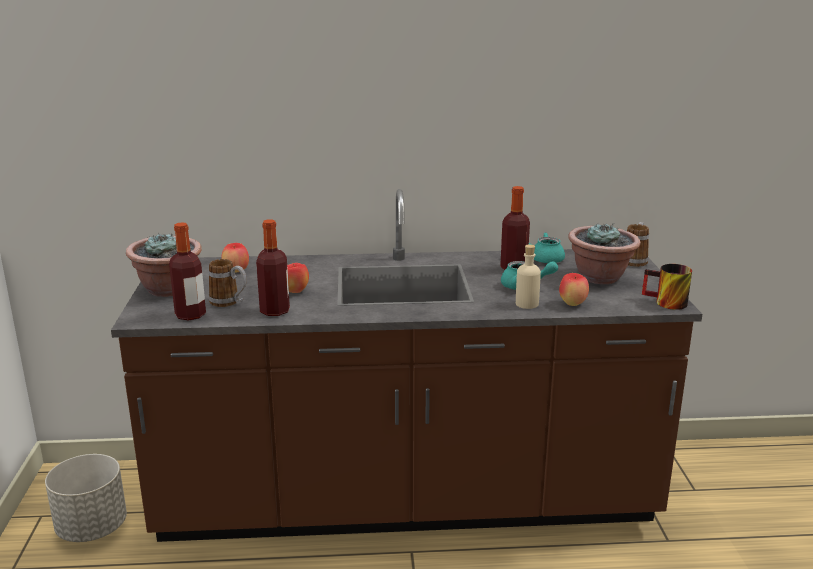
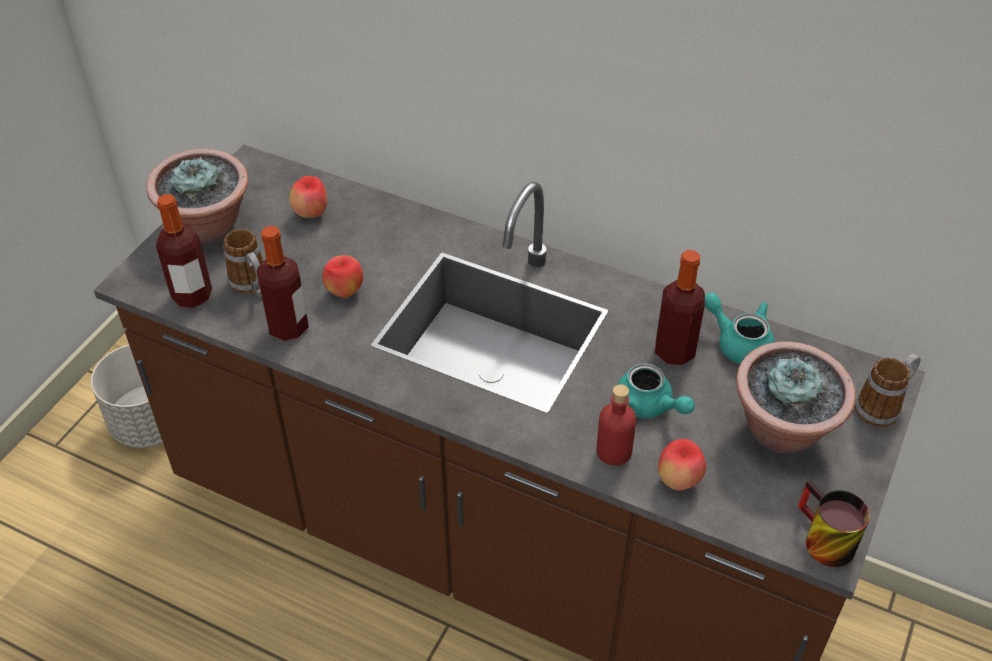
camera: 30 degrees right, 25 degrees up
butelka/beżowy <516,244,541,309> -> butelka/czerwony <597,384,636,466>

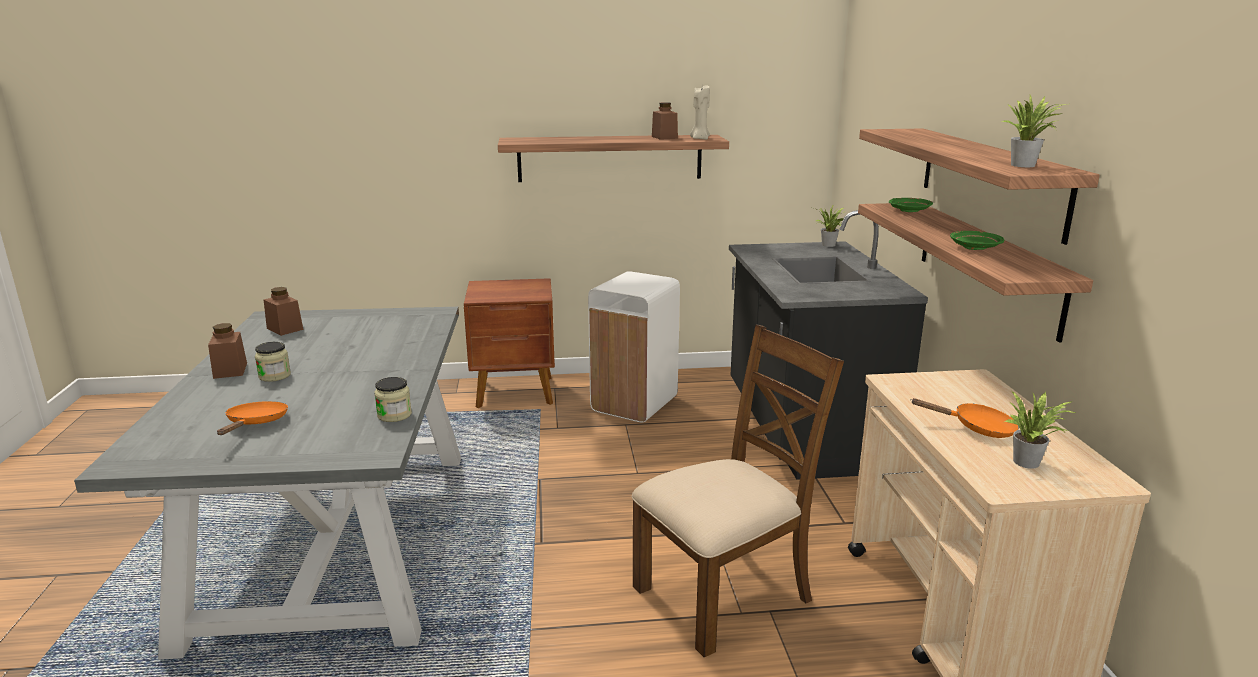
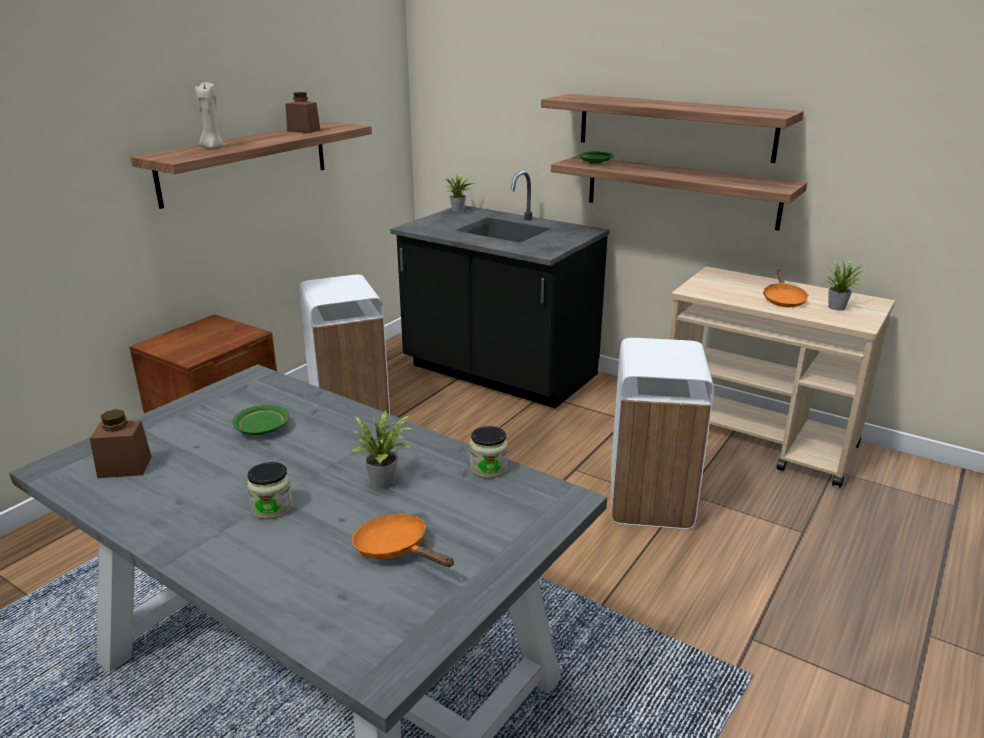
camera: 50 degrees left, 5 degrees up
świeca/beżowy <690,85,710,140> -> świeca/beżowy <195,82,225,148>, move
roślina doniczkowa <1002,95,1067,167> -> roślina doniczkowa <351,411,412,490>, move
talerz/zielony <950,231,1004,250> -> talerz/zielony <232,405,290,435>, move
słoik/brązowy <208,323,247,379> -> none
krzesło/brązowy <632,324,844,657> -> kosz na śmieci/biały <611,338,714,529>
patelnia/pomarańczowy <910,398,1019,438> -> patelnia/pomarańczowy <763,269,808,307>, 135 degrees clockwise

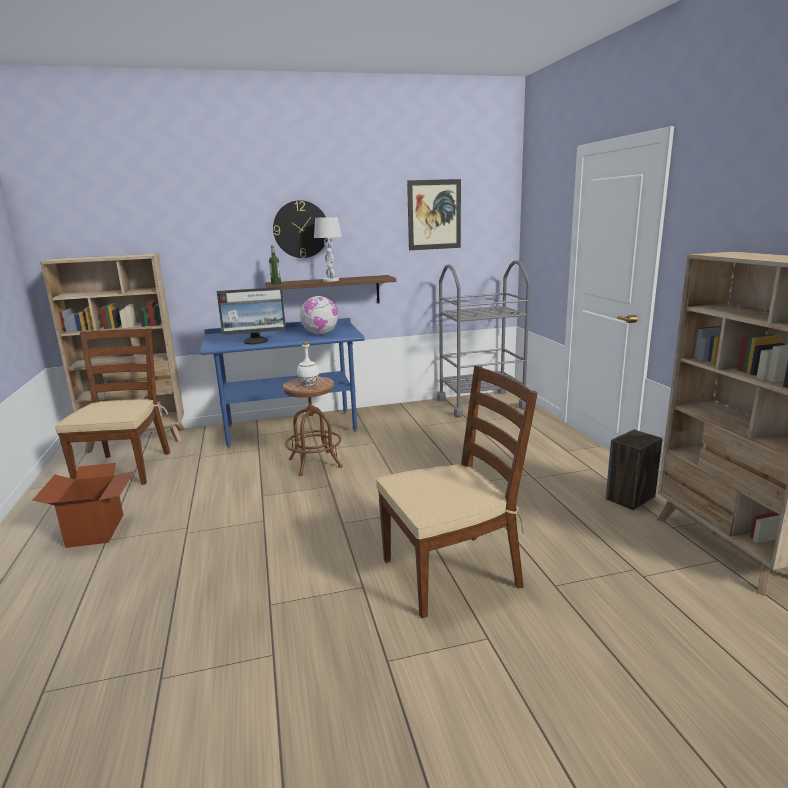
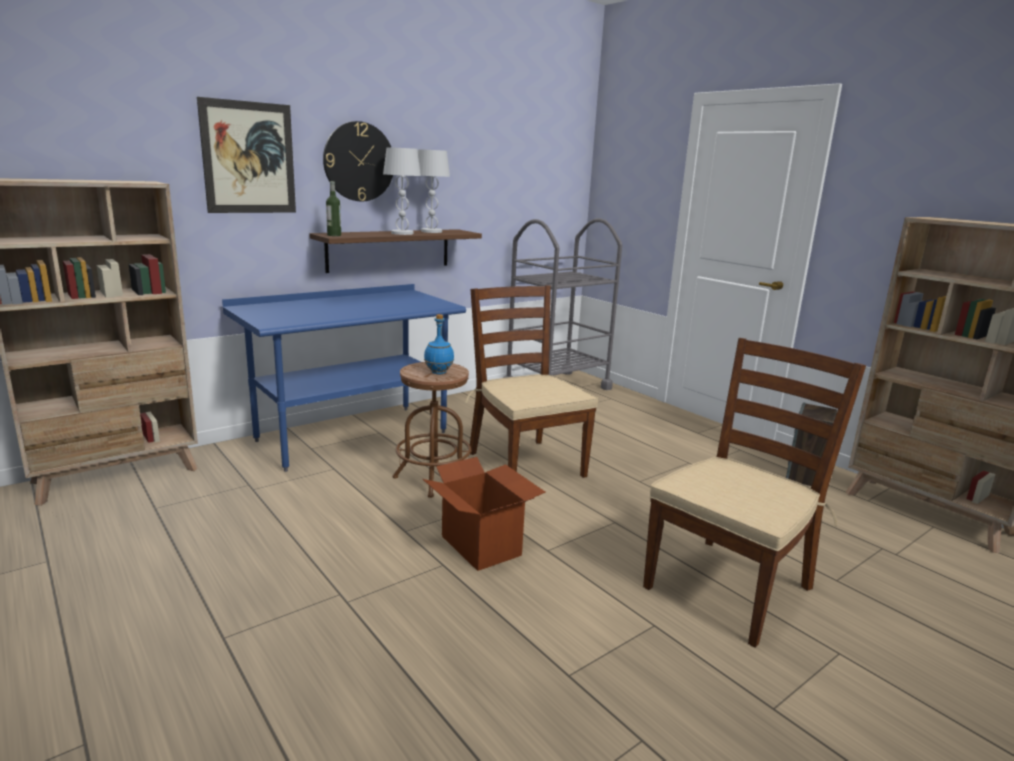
camera: 25 degrees left, 0 degrees up
obraz <407,179,461,250> -> obraz <197,97,296,213>, move
monitor <216,287,286,344> -> none
globus <300,296,338,335> -> none
krzesło/brązowy <55,328,170,485> -> krzesło/brązowy <465,285,598,478>, move
butelka/biały <297,342,319,386> -> butelka/niebieski <424,314,454,374>
karton <33,463,134,548> -> karton <422,457,546,571>, move
none -> lampa stołowa/biały <418,149,450,233>

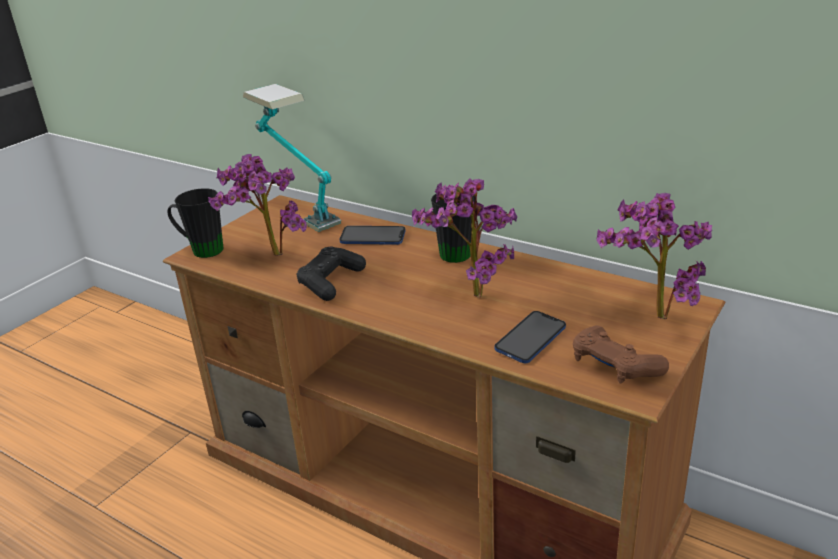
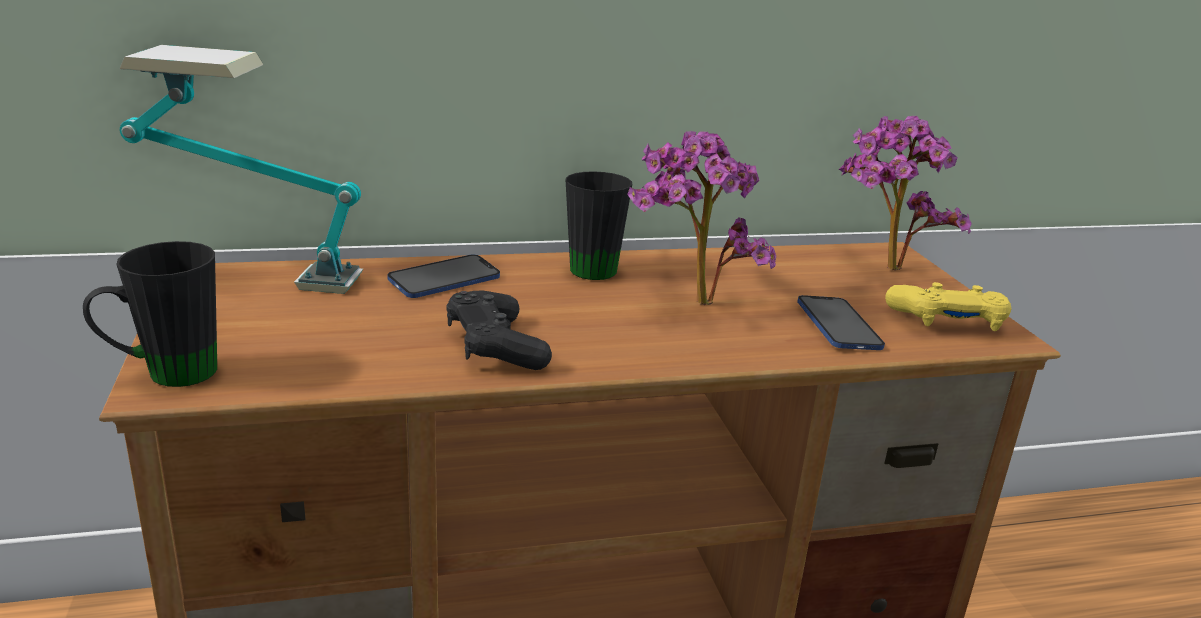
camera: 50 degrees left, 5 degrees down
roślina doniczkowa <208,154,307,256> -> none
pad do gier/brązowy <573,325,669,384> -> pad do gier/żółty <885,282,1012,331>

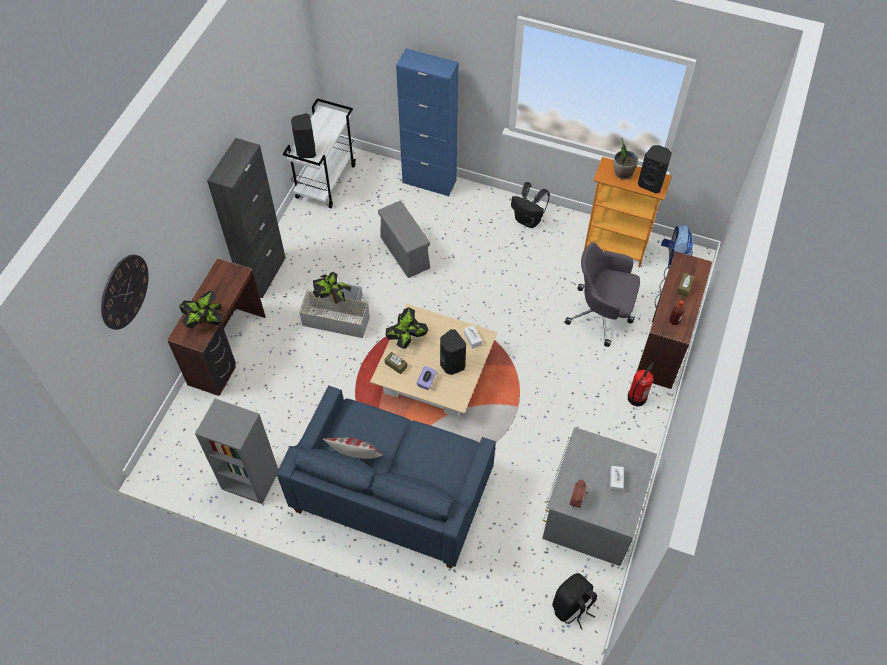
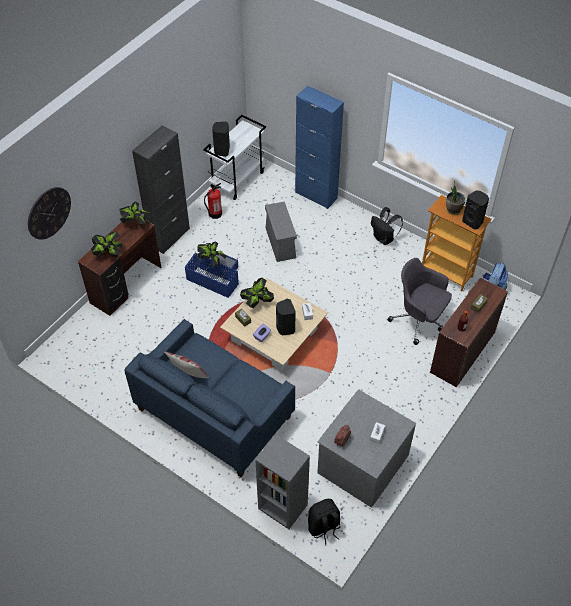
camera: 15 degrees right, 5 degrees down
pojemnik do przechowywania/szary <299,282,370,338> -> pojemnik do przechowywania/niebieski <185,253,239,298>
gaśnica <628,362,654,407> -> gaśnica <204,183,222,219>, move
regał/szary <195,399,278,504> -> regał/szary <255,435,310,529>, move
none -> roślina doniczkowa <120,201,151,228>

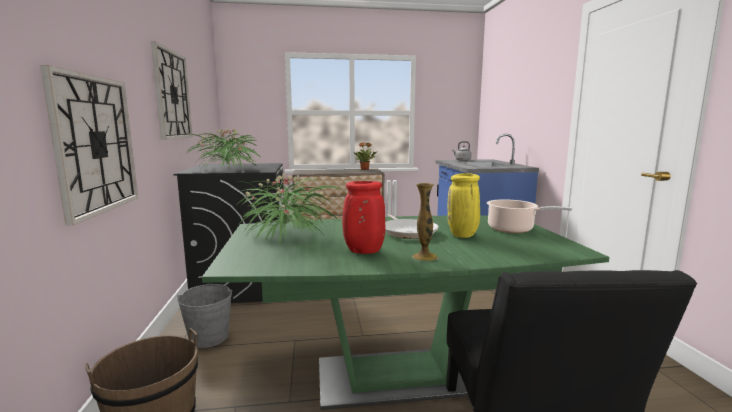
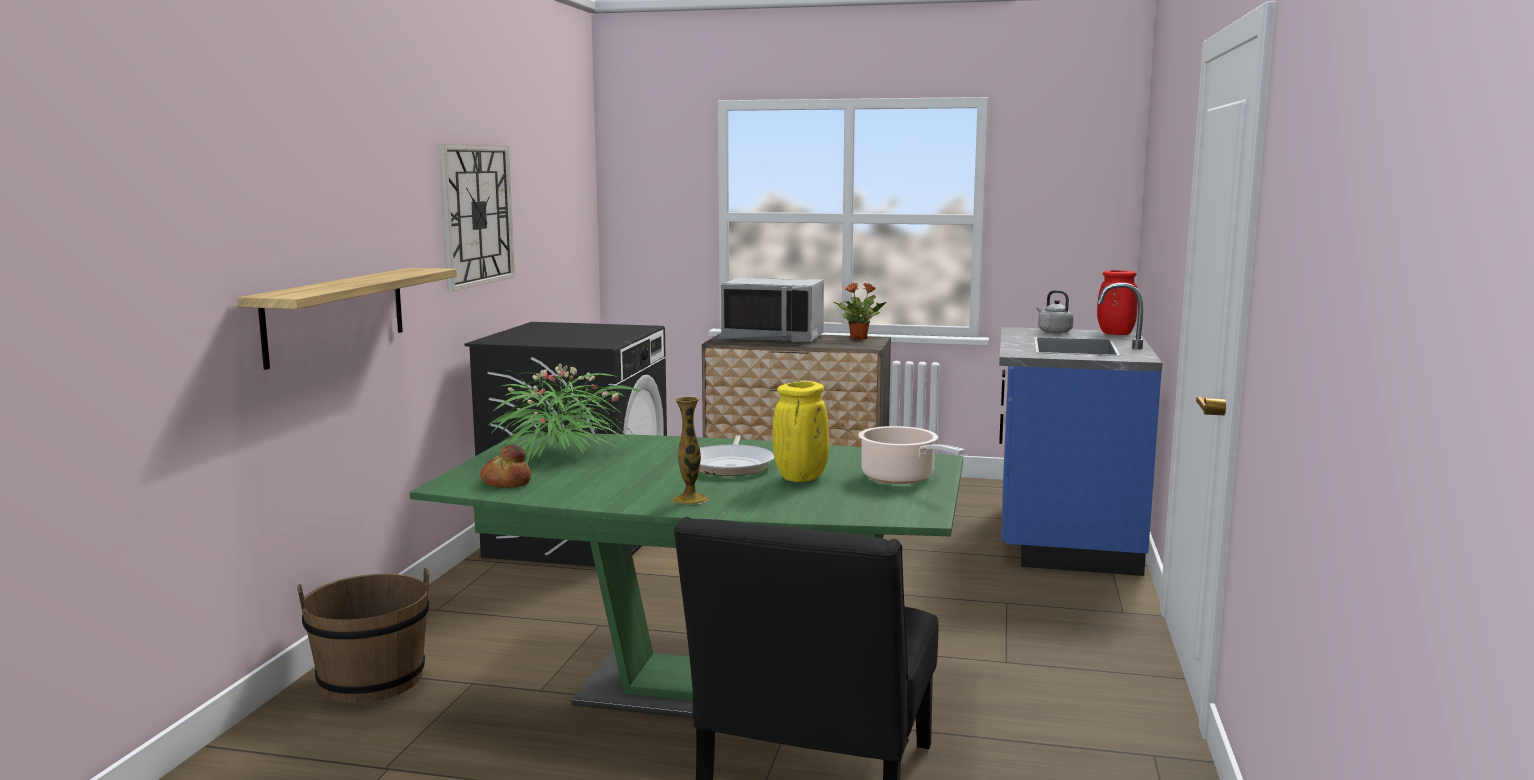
camera: 20 degrees right, 0 degrees up
zegar ścienny <40,65,138,226> -> półka <238,268,457,370>
roślina doniczkowa <186,128,260,169> -> none
wazon/czerwony <342,181,385,254> -> wazon/czerwony <1097,270,1138,335>, move
wiadro/szary <177,284,232,348> -> none
none -> mikrofalówka/szary <721,277,824,342>
none -> chleb <480,444,531,488>

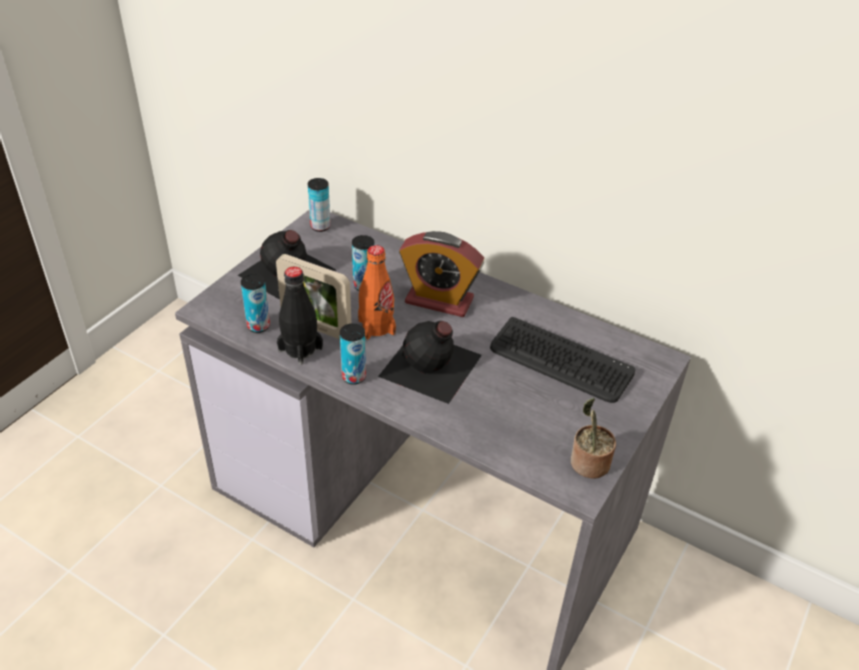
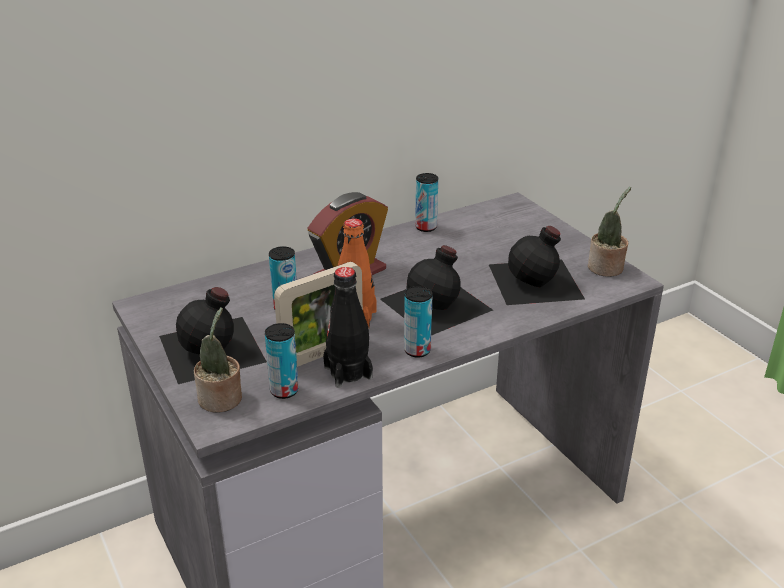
camera: 60 degrees left, 10 degrees down
puszka <308,178,331,232> -> puszka <415,173,438,232>, move
klawiatura <490,317,635,403> -> none
none -> butelka/czarny <488,226,585,305>
none -> roślina doniczkowa <194,307,242,413>

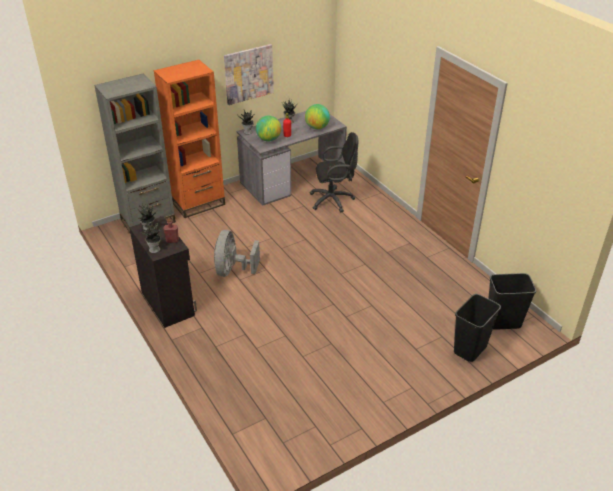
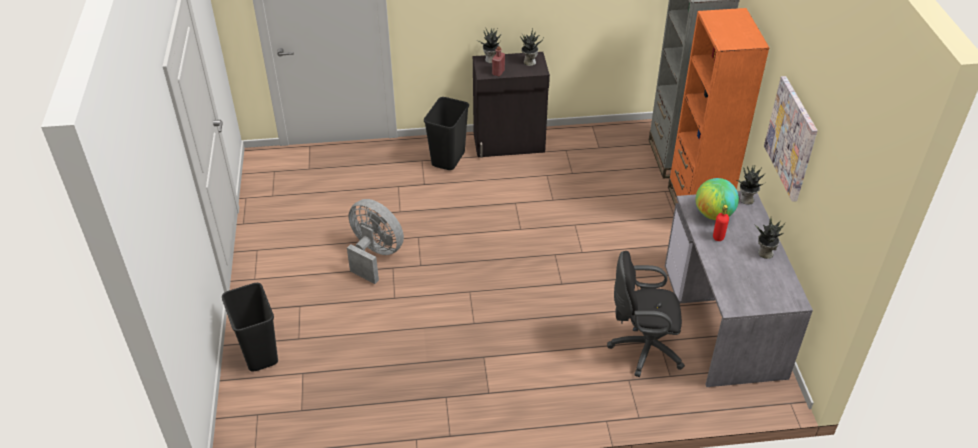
camera: 115 degrees right, 5 degrees up
globus <305,104,330,129> -> none
krzesło biurowe/czarny <310,132,359,212> -> krzesło biurowe/czarny <607,251,685,377>, 75 degrees clockwise
wentylator/szary <214,230,260,277> -> wentylator/szary <347,199,404,284>, move
kosz na śmieci/czarny <488,273,536,330> -> kosz na śmieci/czarny <424,97,469,170>, move

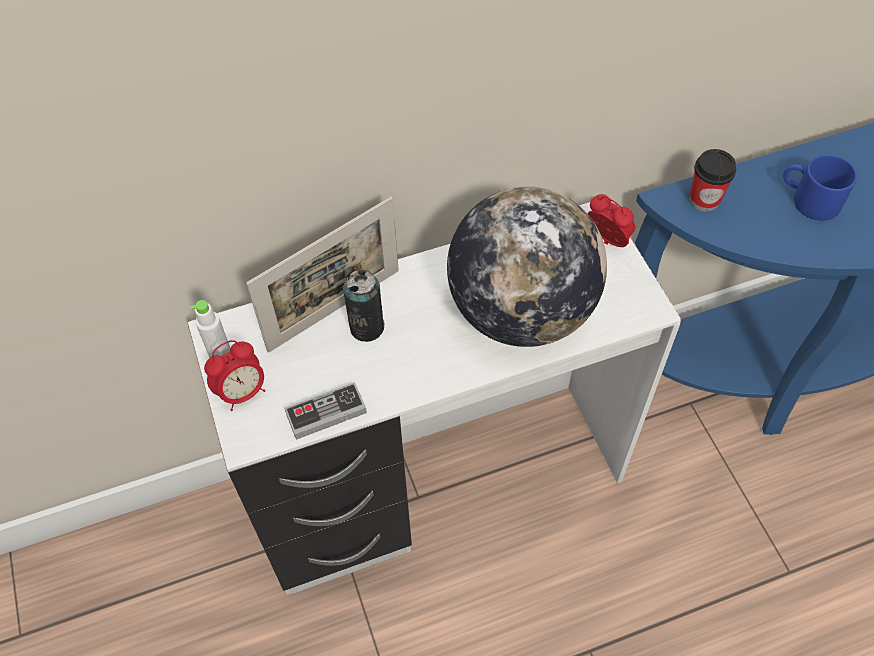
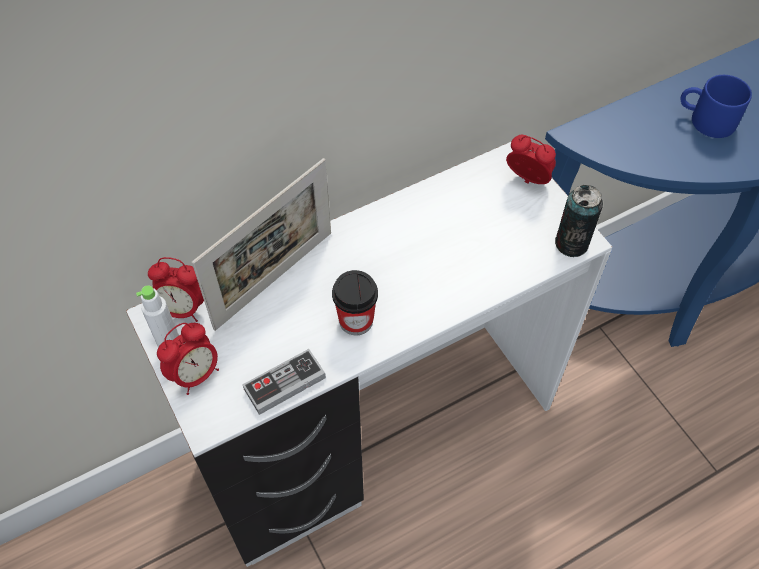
camera: 10 degrees left, 0 degrees up
filiżanka <689,149,736,212> -> filiżanka <332,270,378,335>, move
globus <447,186,607,347> -> none
puszka <343,270,385,342> -> puszka <555,185,603,257>, move
none -> budzik <148,257,204,322>

